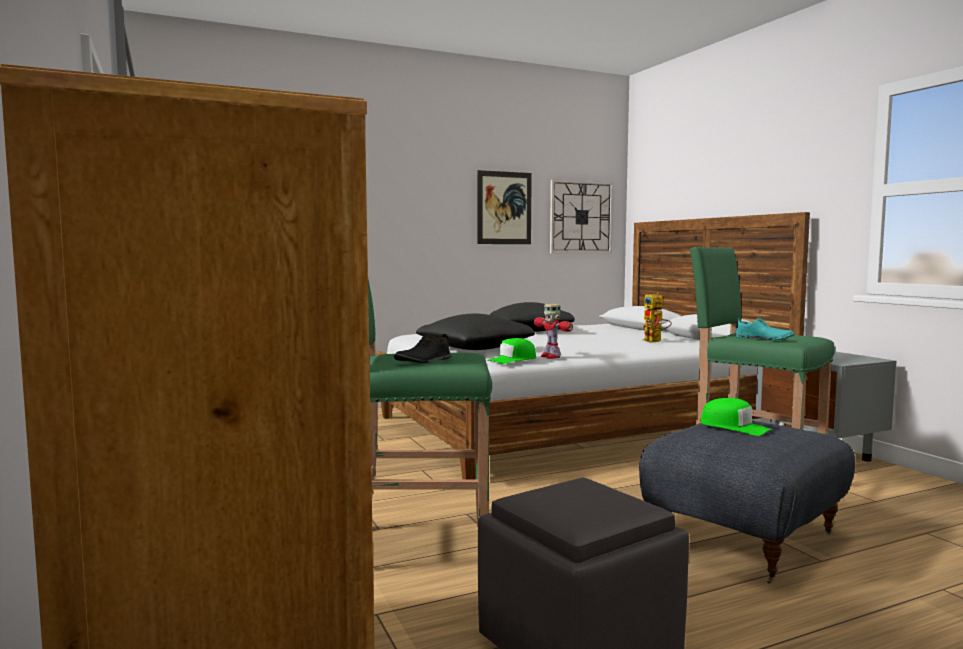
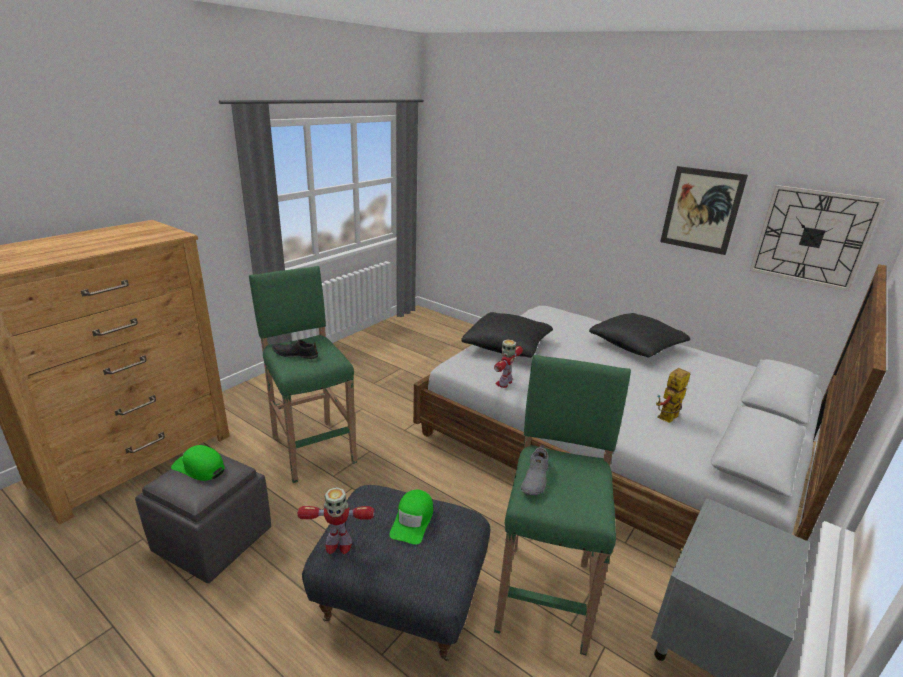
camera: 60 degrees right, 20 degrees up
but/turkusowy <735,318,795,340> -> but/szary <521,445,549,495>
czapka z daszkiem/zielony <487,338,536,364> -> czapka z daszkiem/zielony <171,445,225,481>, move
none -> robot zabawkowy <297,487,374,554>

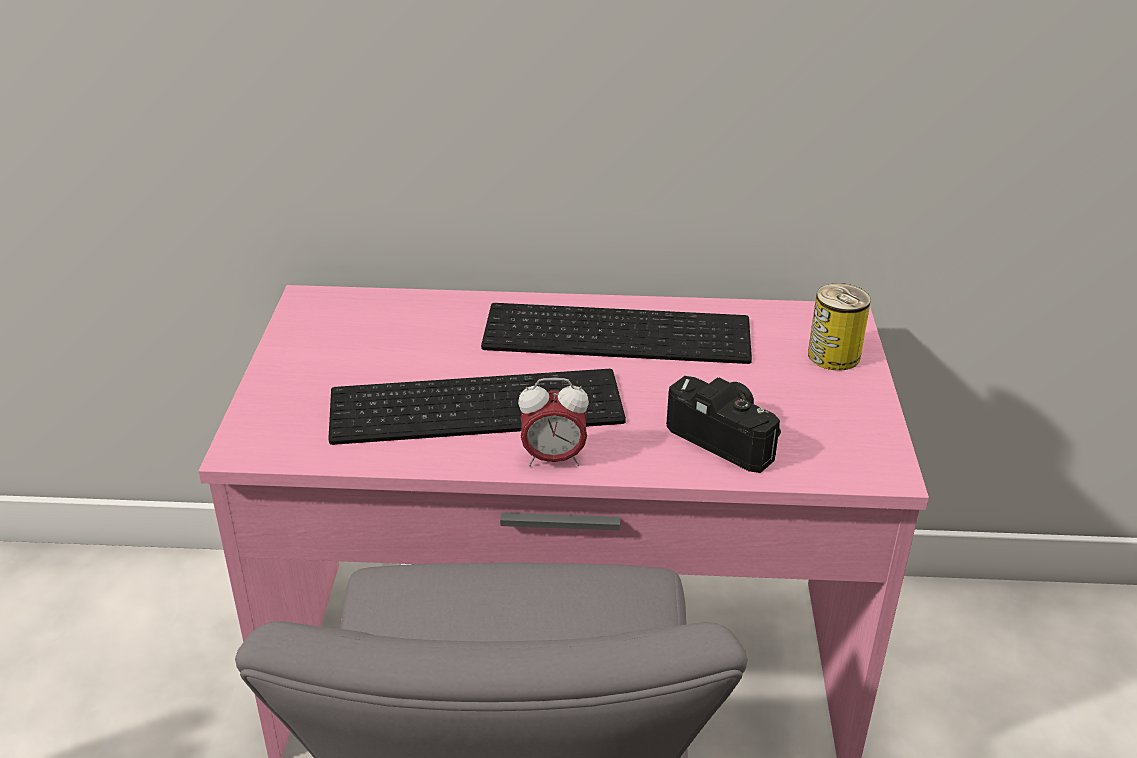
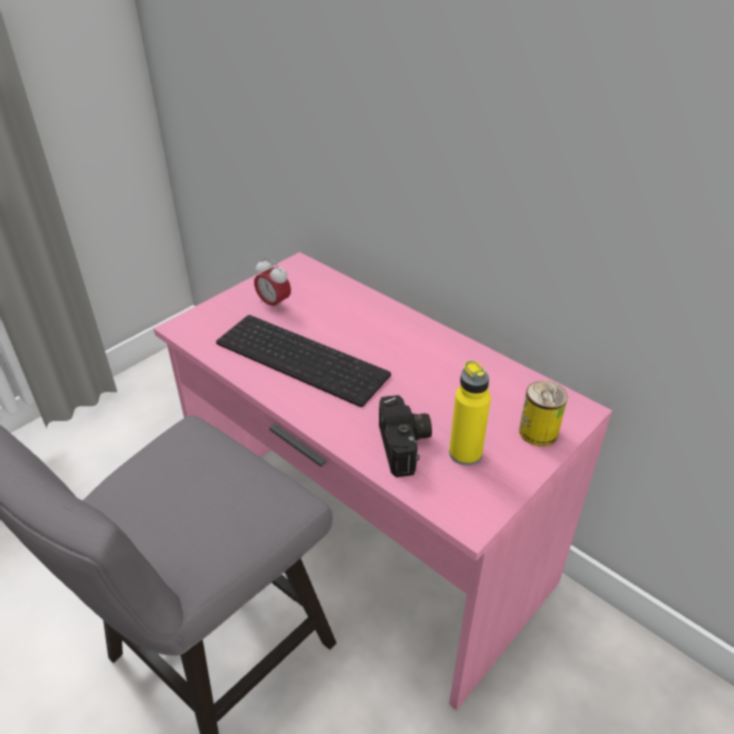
camera: 40 degrees right, 5 degrees up
klawiatura <481,303,752,364> -> none
budzik <518,378,589,466> -> budzik <254,258,291,312>, move
none -> butelka/żółty <449,361,491,466>

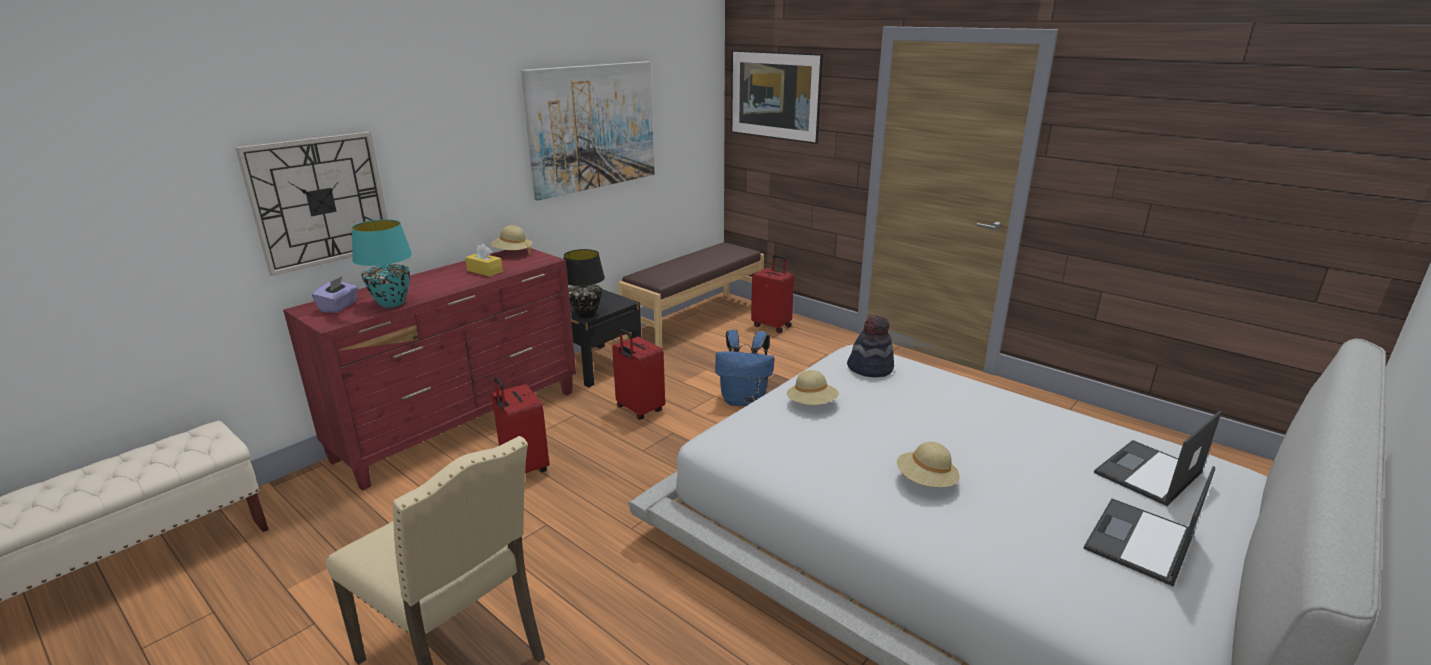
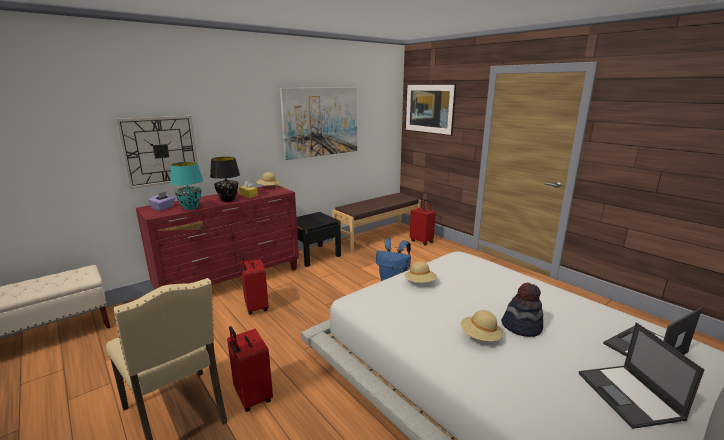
camera: 10 degrees right, 5 degrees down
lampa stołowa/czarny <564,249,605,318> -> lampa stołowa/czarny <210,157,240,202>, move
kapelusz <847,315,894,377> -> kapelusz <501,283,543,337>, move
walizka/czerwony <612,329,665,420> -> walizka/czerwony <227,326,273,412>, move
laptop <1083,466,1215,587> -> laptop <579,322,705,429>, 60 degrees counterclockwise

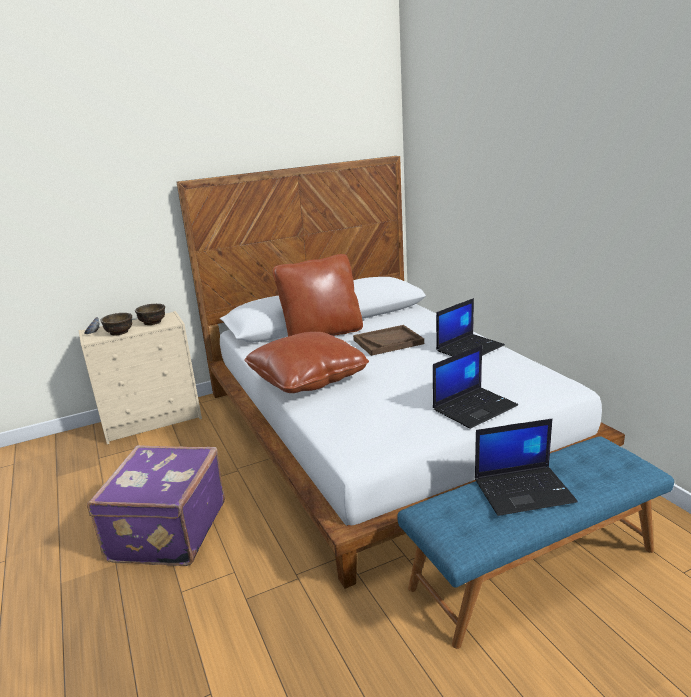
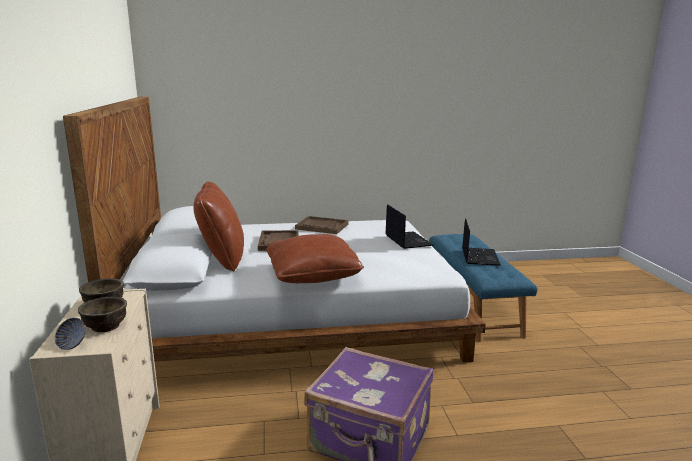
camera: 75 degrees left, 5 degrees down
laptop <436,298,505,356> -> taca/brązowy <295,216,349,234>

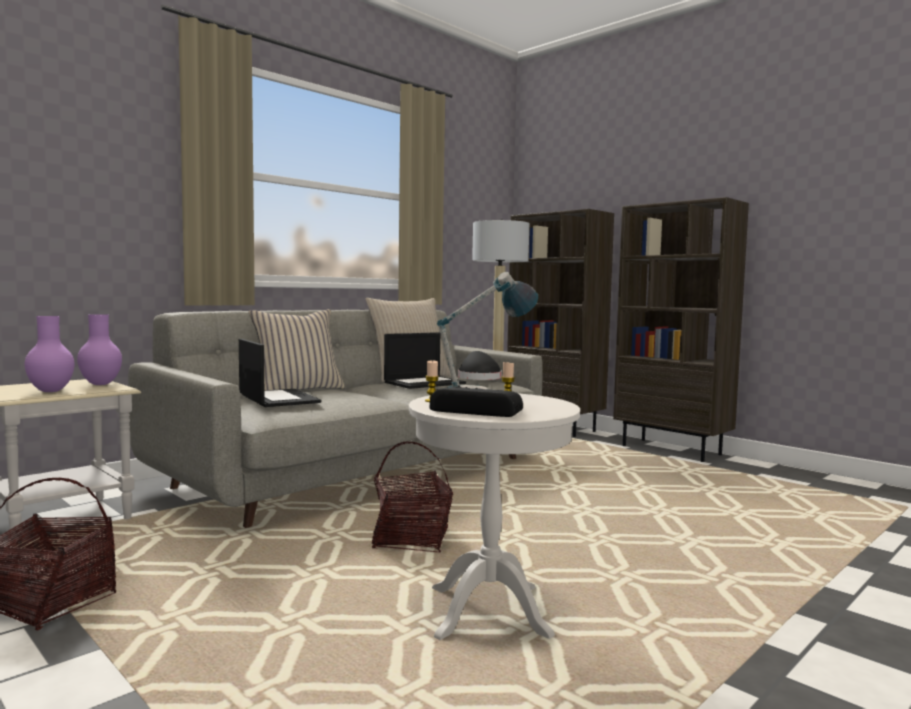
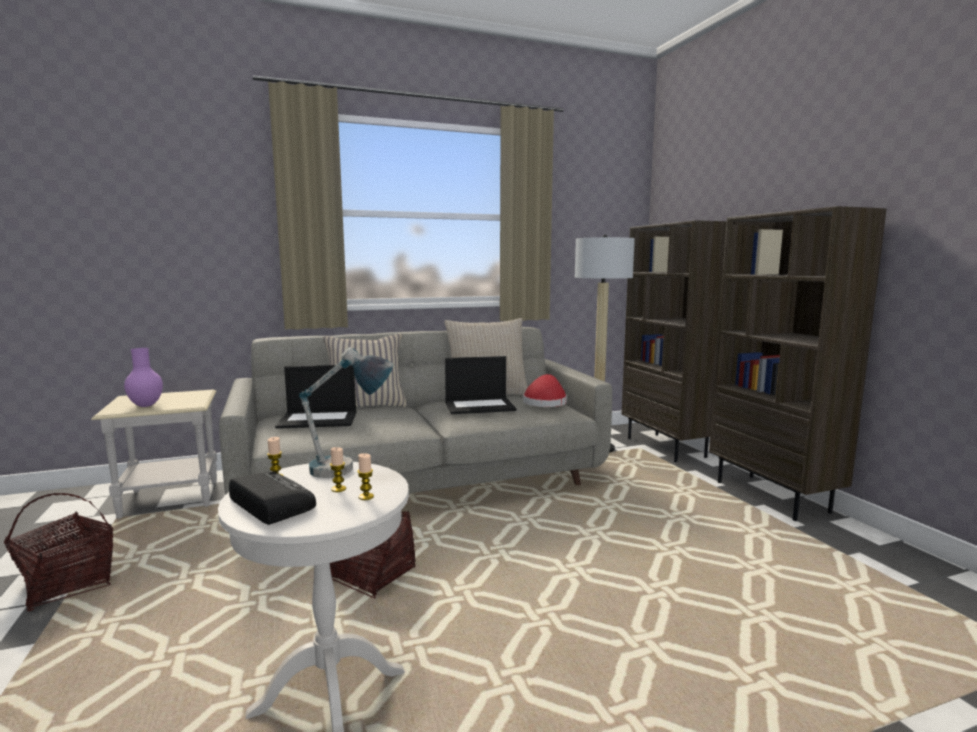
camera: 25 degrees right, 5 degrees up
wazon/fioletowy <77,314,122,385> -> none
laptop <239,339,321,407> -> laptop <275,365,356,429>, 90 degrees clockwise
kapelusz/czarny <458,351,502,380> -> kapelusz/czerwony <523,374,567,407>
none -> świeca <357,453,374,500>

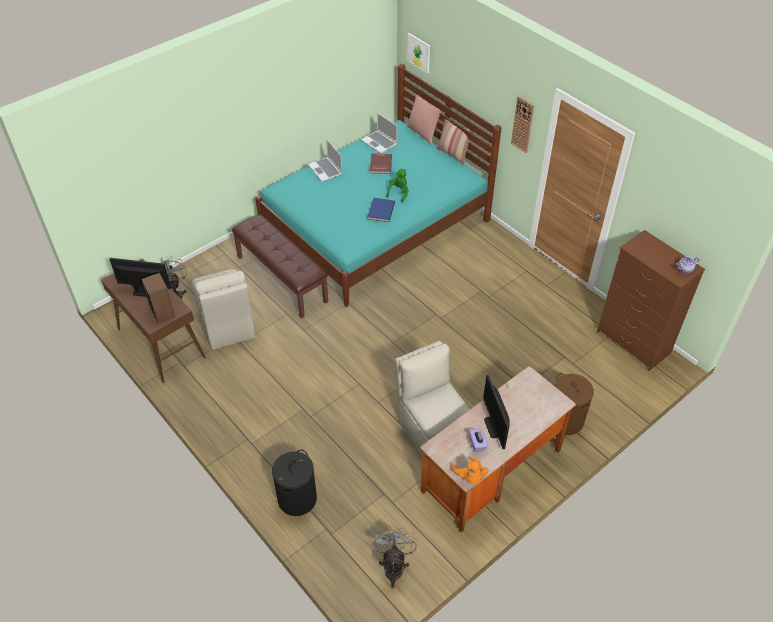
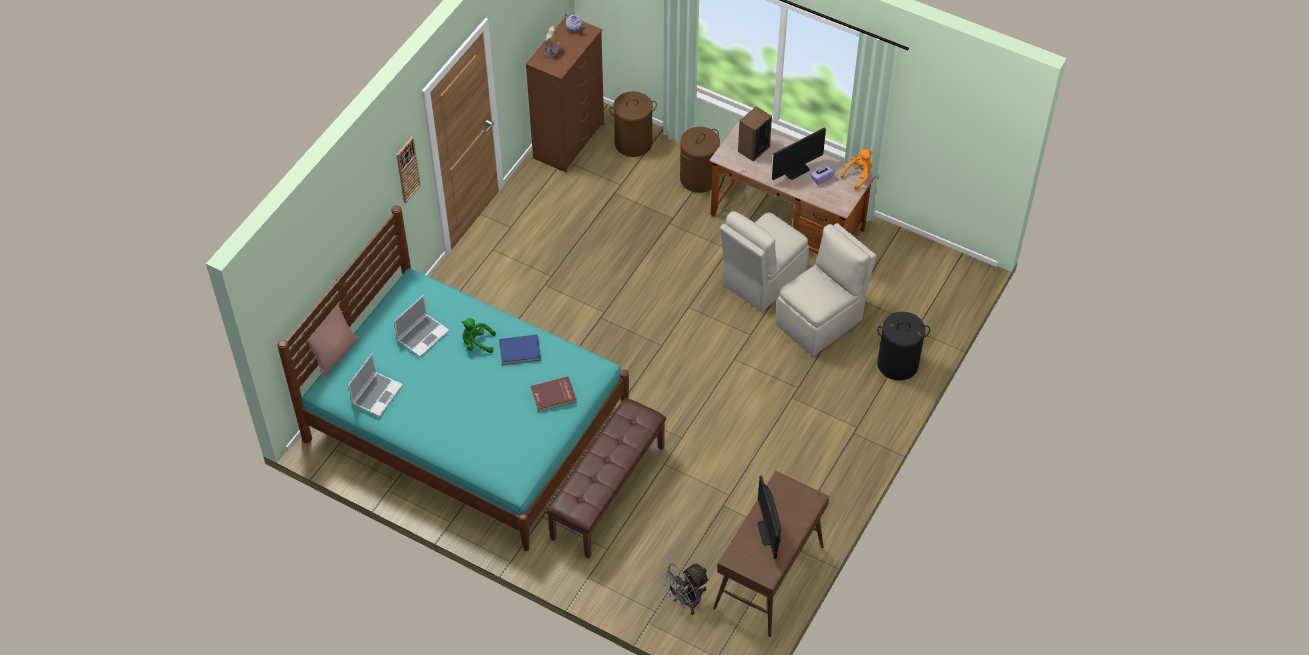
camera: 110 degrees left, 5 degrees up
obraz <407,33,430,74> -> none
poduszka <436,116,474,165> -> none
laptop <308,139,342,182> -> laptop <394,295,449,357>, move
książka/czerwony <370,153,392,174> -> książka/czerwony <530,376,577,412>, move
krzesło/beżowy <192,269,255,350> -> krzesło/beżowy <776,223,876,356>, move
głośnik <141,273,176,323> -> głośnik <738,106,772,162>, move
wentylator/szary <372,526,417,589> -> none
none -> pluszak <545,26,560,58>
none -> kosz na pranie/brązowy <609,91,657,157>

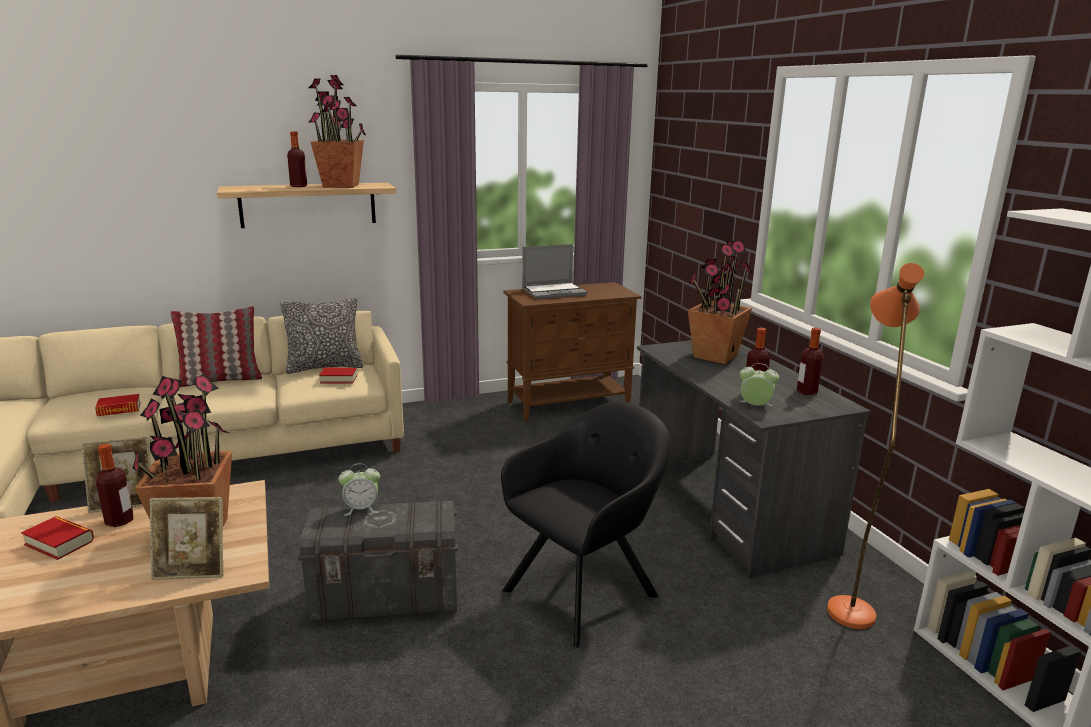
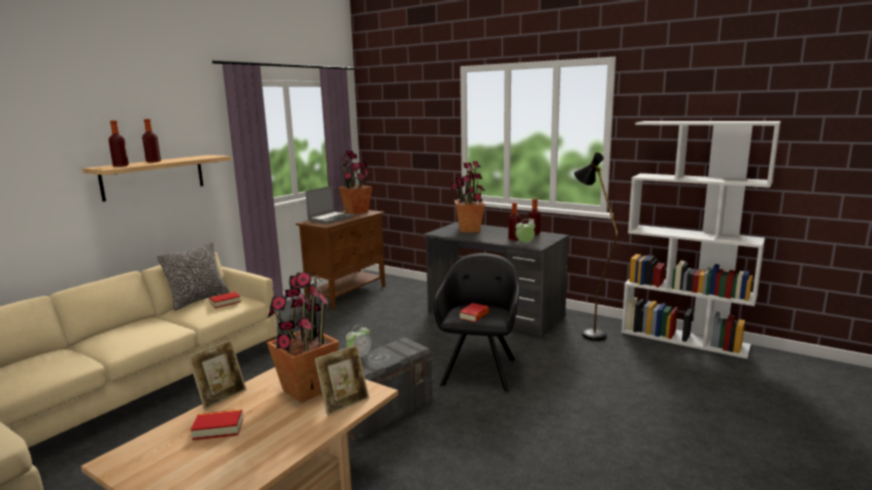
camera: 35 degrees left, 5 degrees down
roślina doniczkowa <309,75,366,188> -> roślina doniczkowa <338,151,372,214>, move
lampa stojąca/pomarańczowy <827,263,924,629> -> lampa stojąca/czarny <574,152,618,341>
poduszka <170,306,262,387> -> none
książka <95,394,141,416> -> książka <459,303,489,322>, move
butelka <96,444,133,527> -> butelka <108,120,129,167>, move

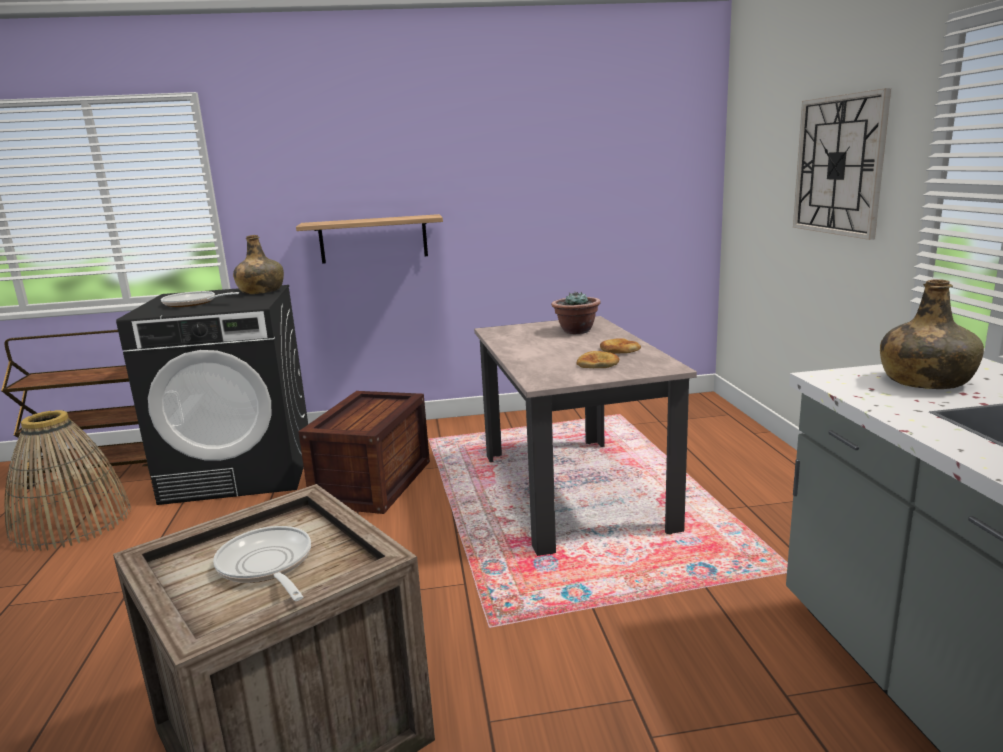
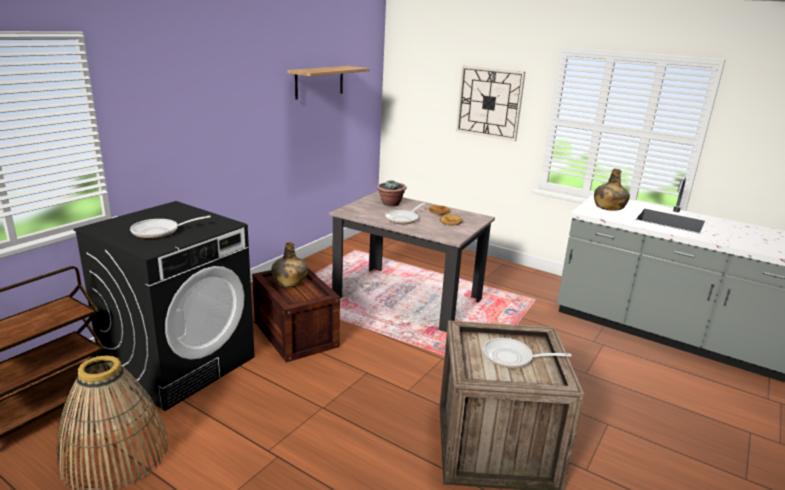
camera: 50 degrees left, 5 degrees up
półka <296,214,443,264> -> półka <287,66,370,100>, move
butelka/zielony <233,235,284,294> -> butelka/zielony <271,242,308,287>, move
none -> patelnia <385,203,425,224>

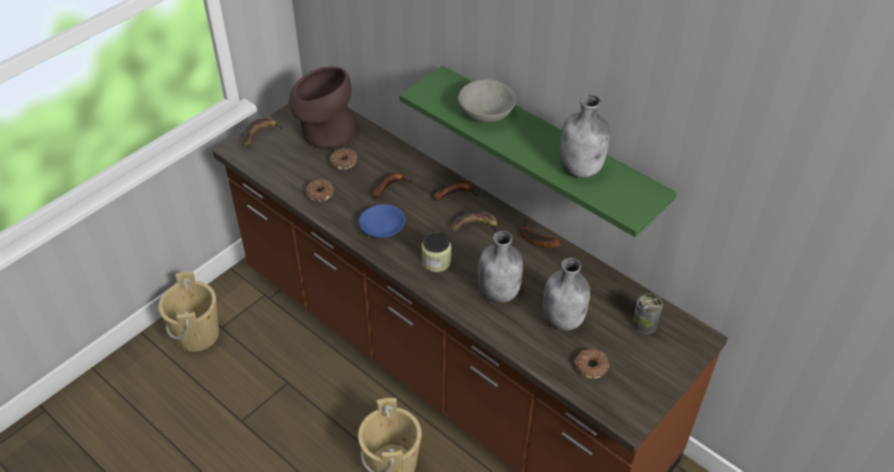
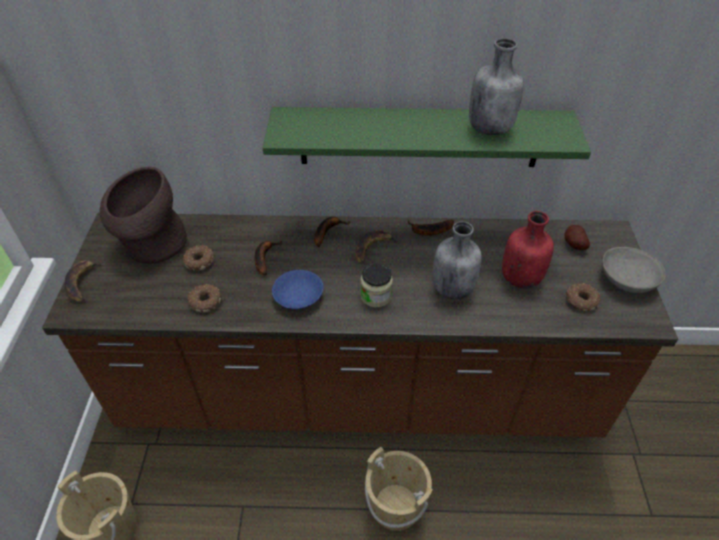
camera: 40 degrees left, 0 degrees up
miska/szary <458,79,516,123> -> miska/szary <602,247,666,293>, move
butelka/szary <543,258,590,331> -> butelka/czerwony <502,211,554,288>
puszka <632,293,663,334> -> ziemniak <565,225,590,250>

